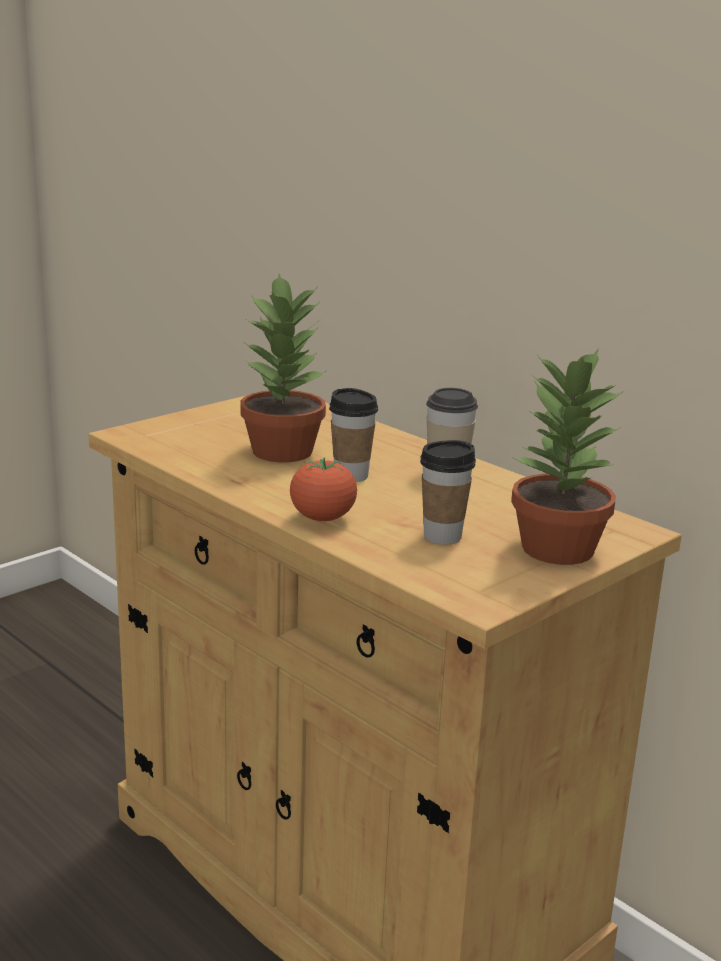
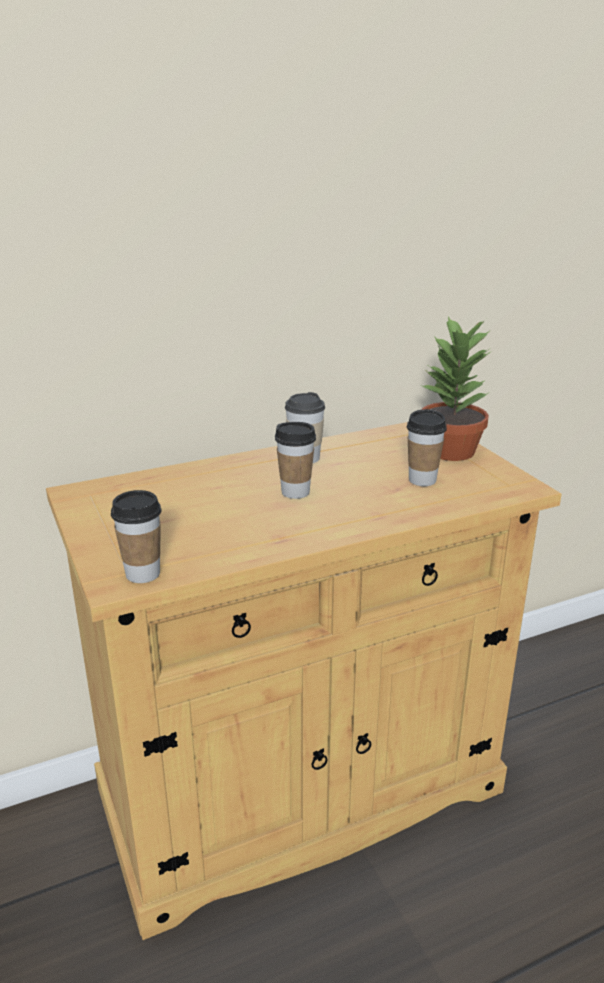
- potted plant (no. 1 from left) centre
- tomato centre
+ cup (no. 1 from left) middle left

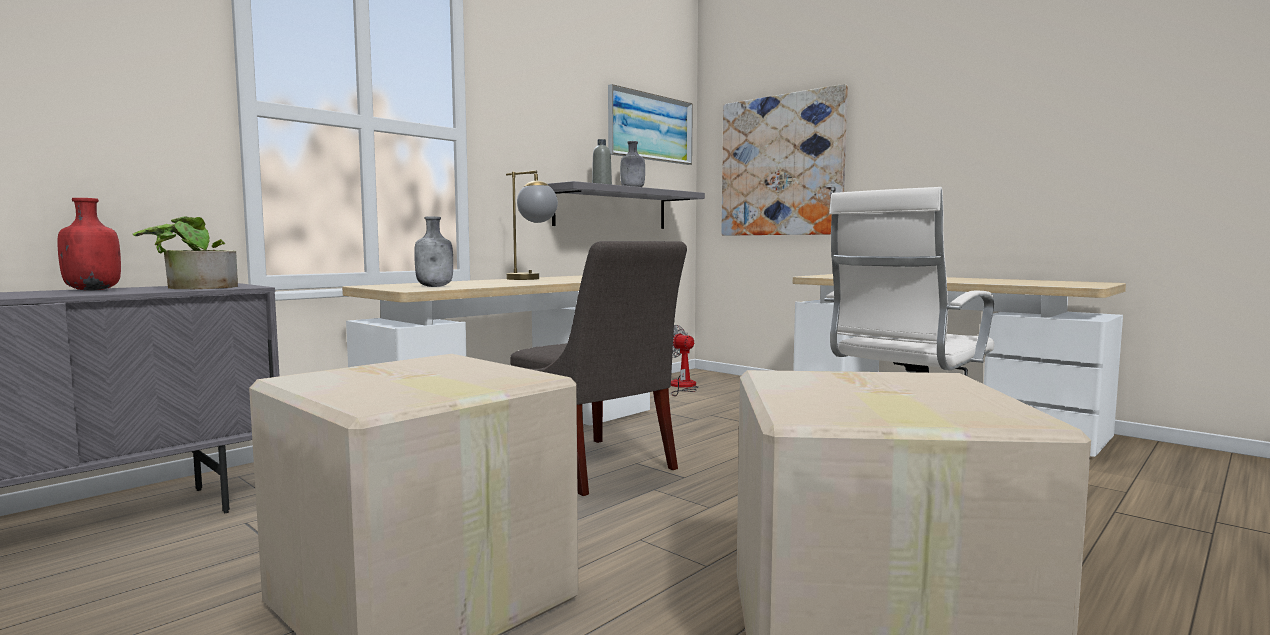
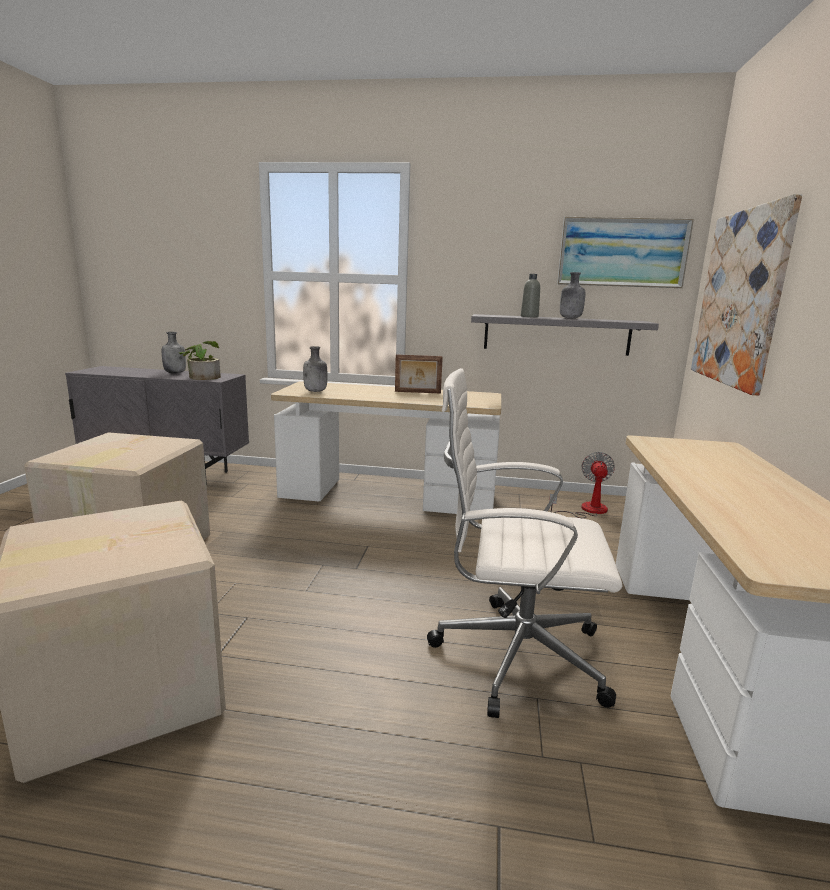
- chair (grey) centre
~ table lamp centre to picture frame centre
~ bottle (red) middle left to bottle (grey) (no. 1 from left) middle left

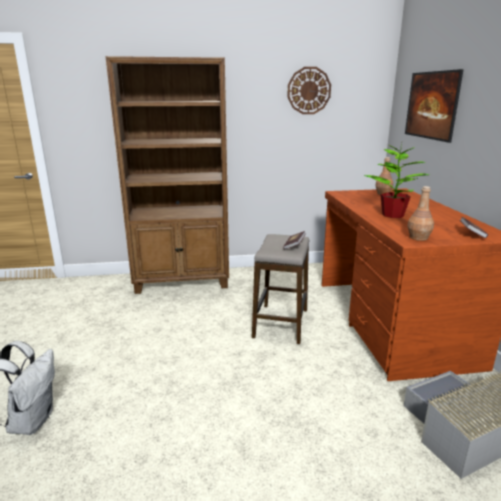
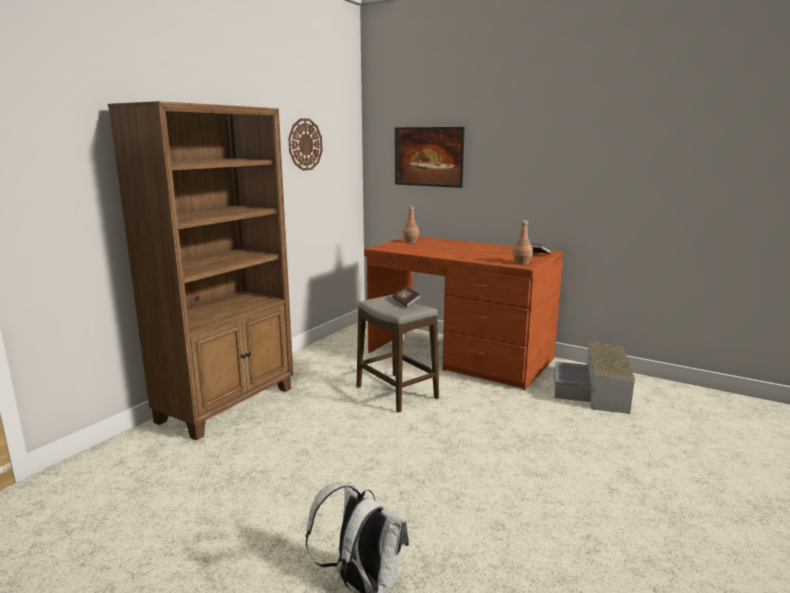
- potted plant middle right

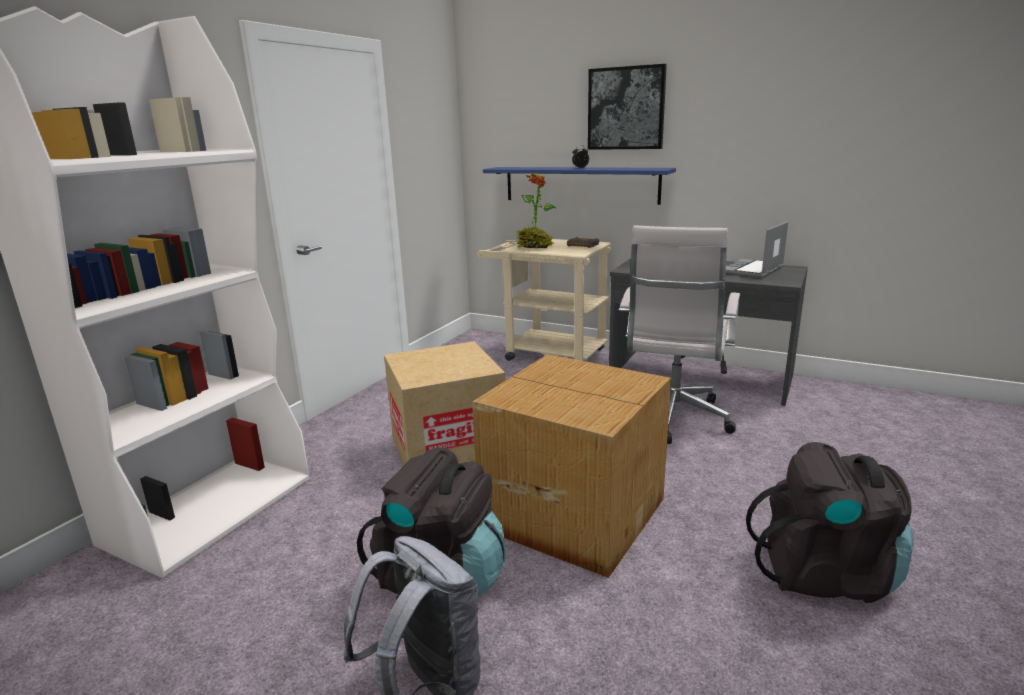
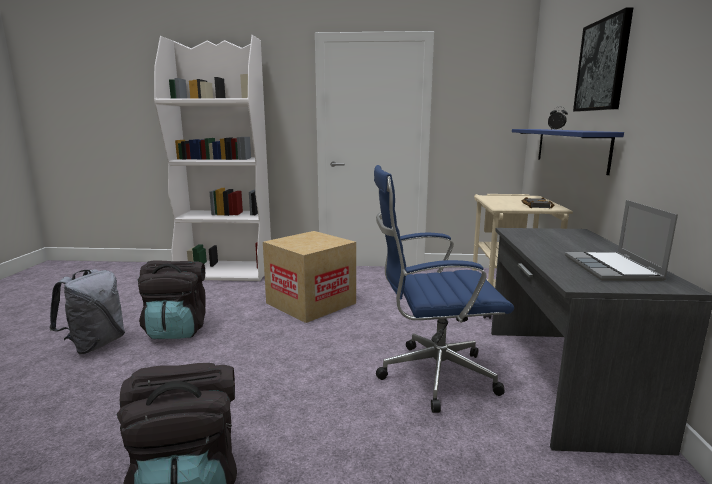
- cardboard box (no. 2 from left) bottom centre
- potted plant top centre
~ office chair (white) centre to office chair (blue) centre
~ laptop middle right = middle right 105 degrees counterclockwise

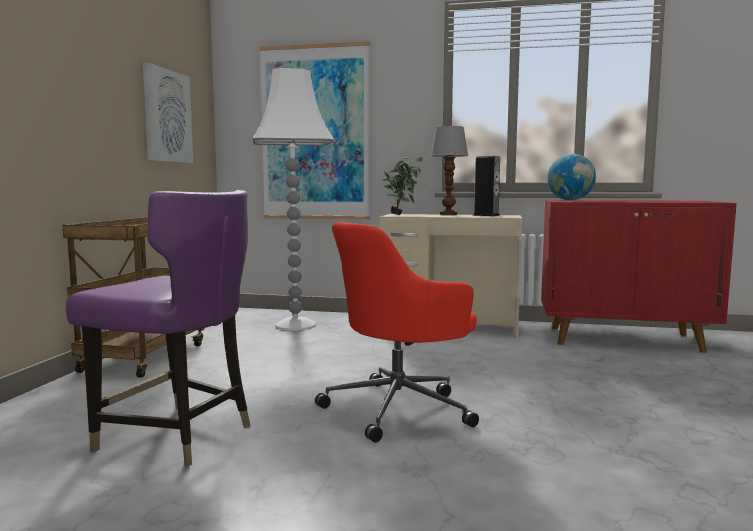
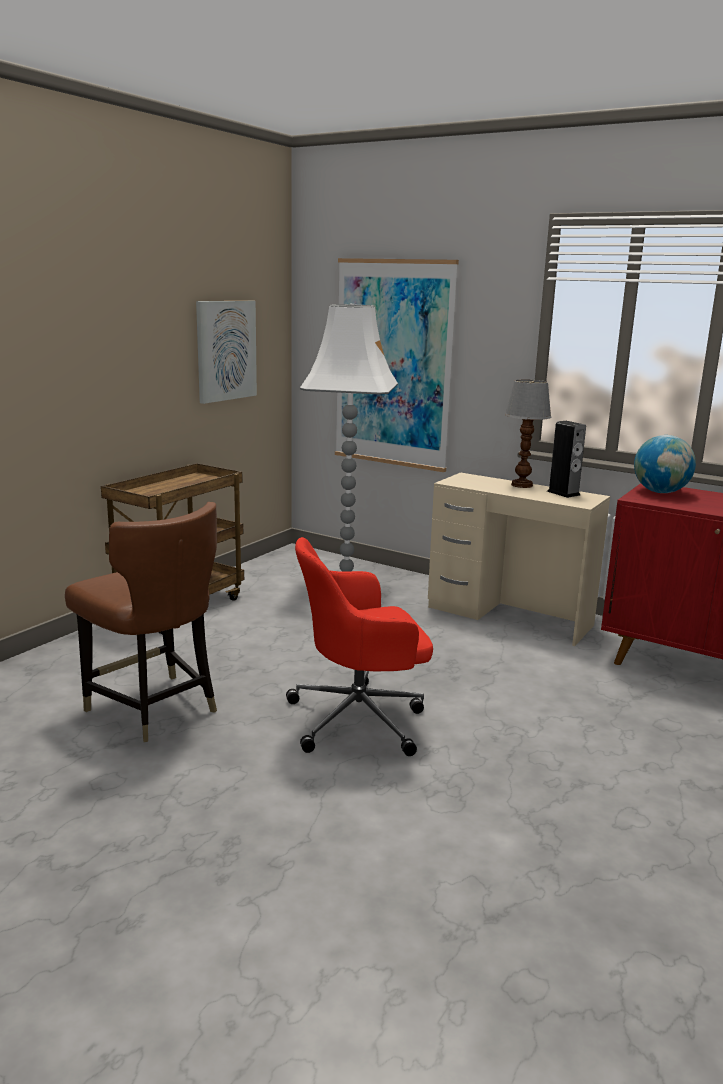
- potted plant centre
~ chair (purple) middle left to chair (brown) middle left

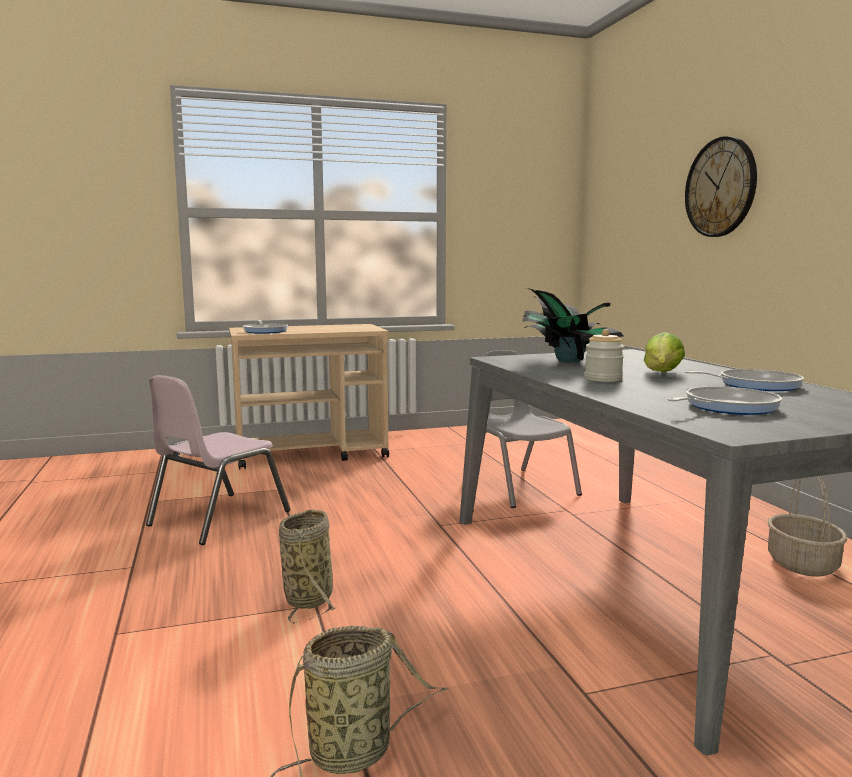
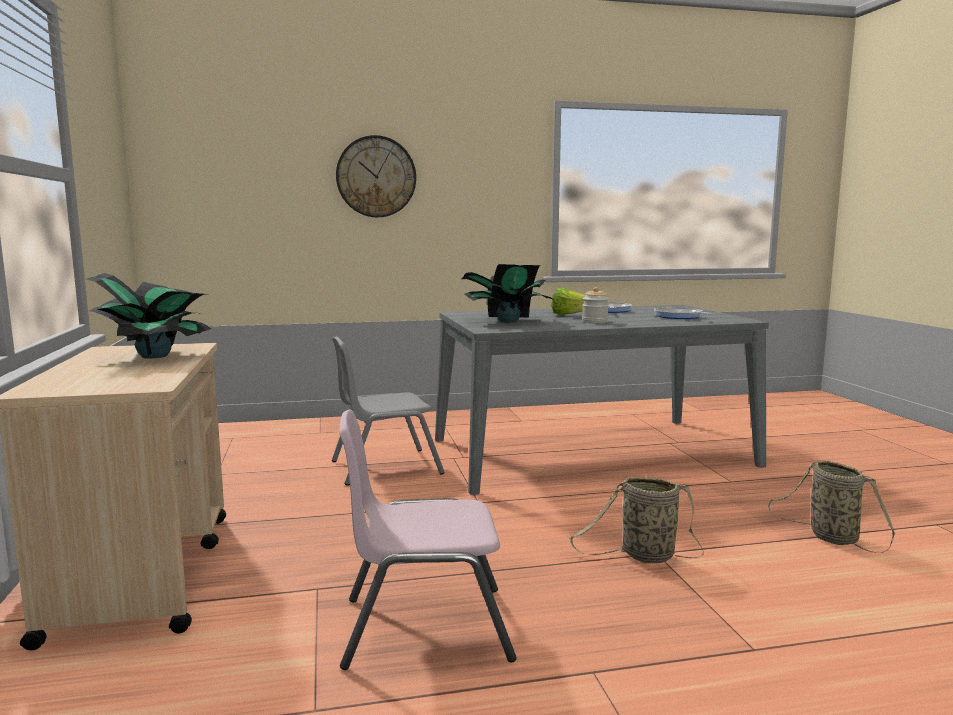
- frying pan (no. 1 from left) middle left
- basket (no. 3 from left) bottom right
+ potted plant (no. 1 from left) middle left
~ chair (pink) middle left = bottom centre 135 degrees clockwise

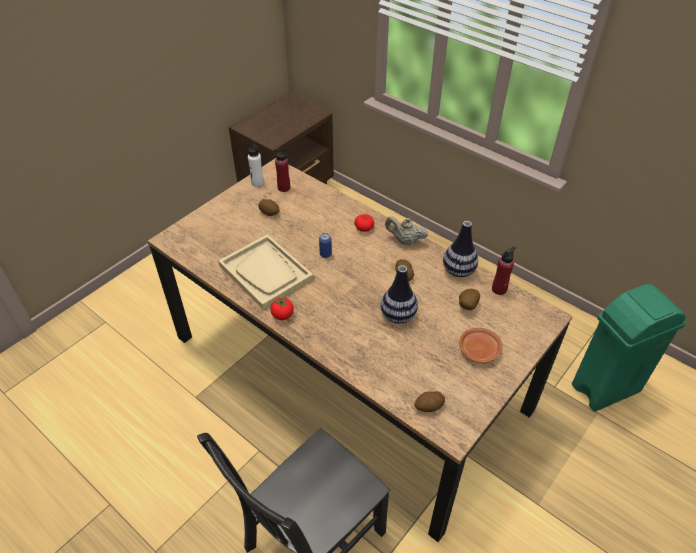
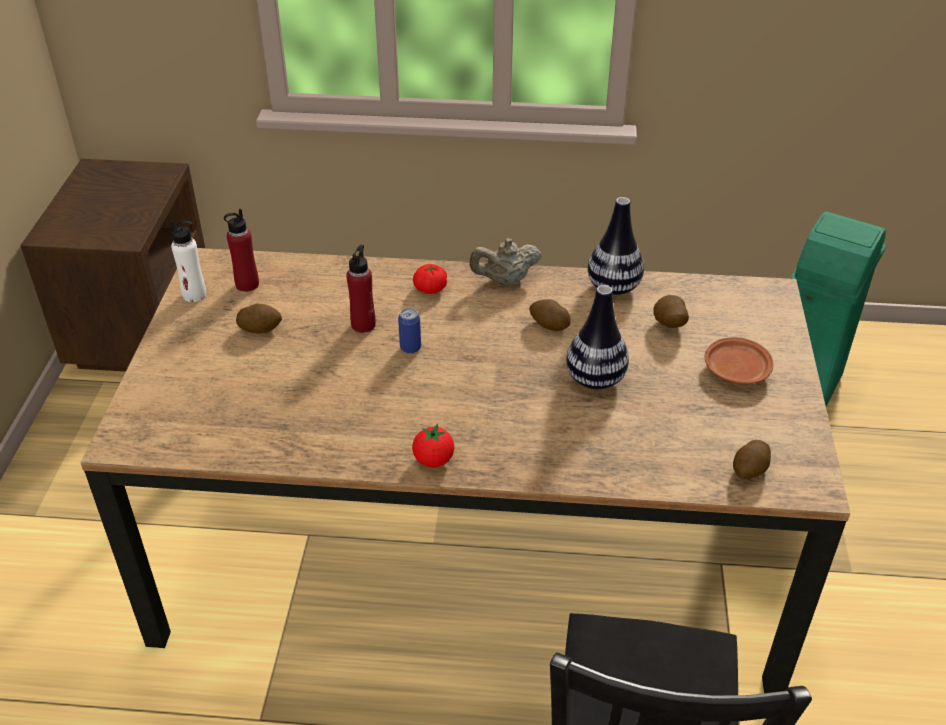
- tray (beige) centre
~ bottle (red) (no. 2 from left) middle right to centre

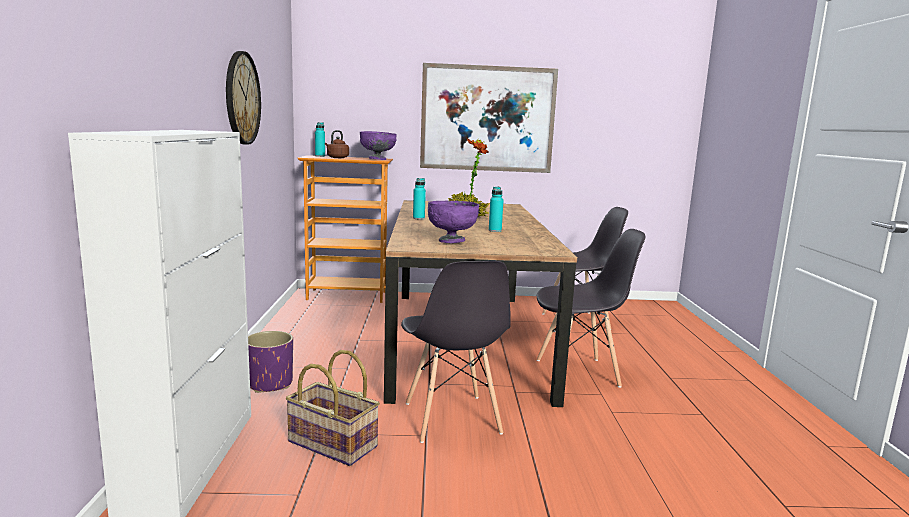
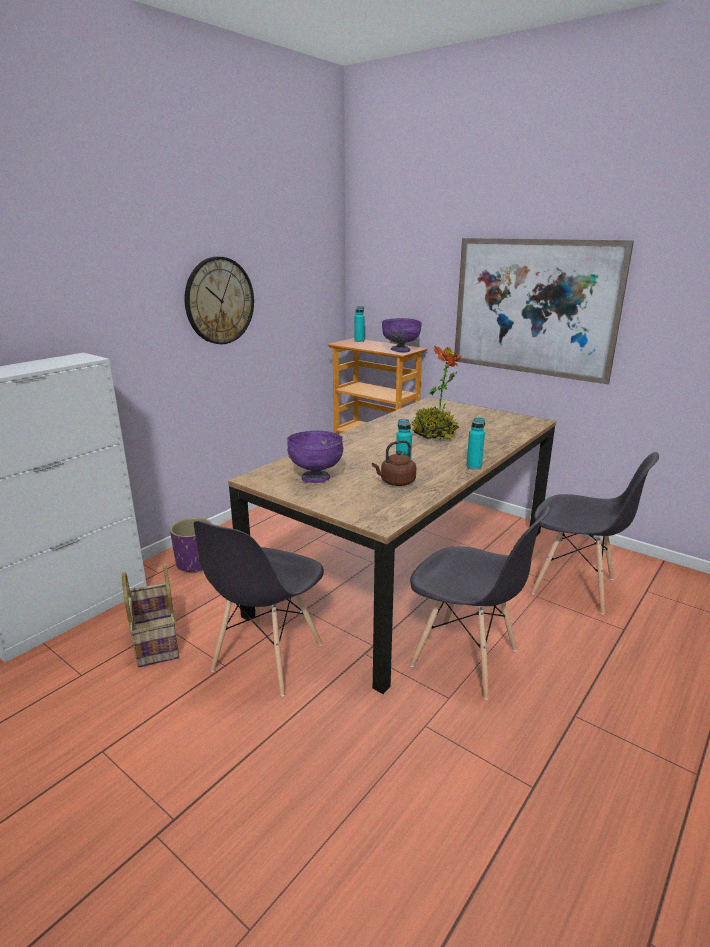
~ kettle (brown) top centre to centre
~ bottle (turquoise) (no. 2 from left in the first image) centre to bottle (turquoise) (no. 3 from left) middle right

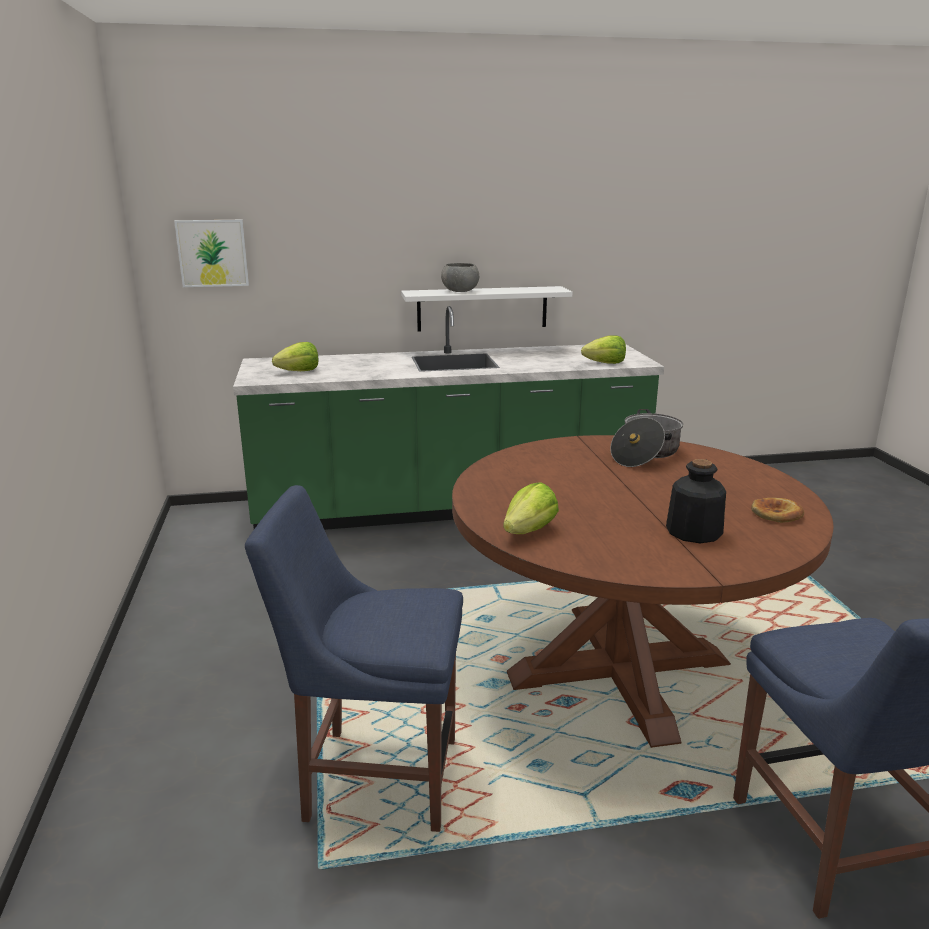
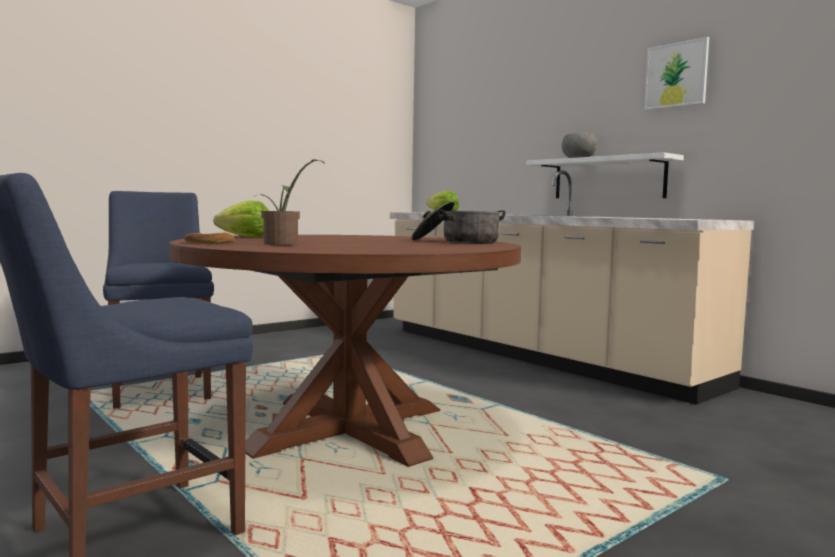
- lettuce (no. 3 from left) centre
~ picture top left to top right
~ bread middle right to middle left
~ bottle middle right to potted plant centre
~ counter (green) centre to counter (beige) middle right

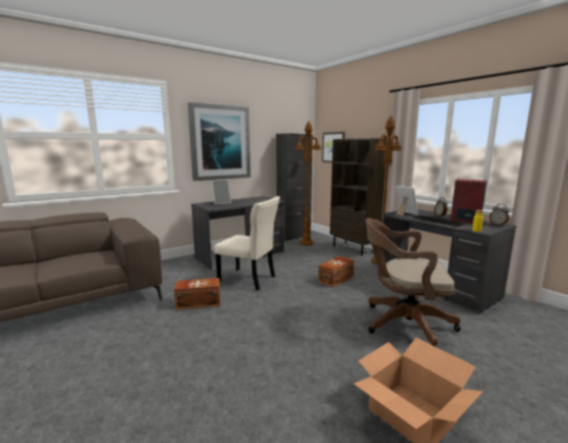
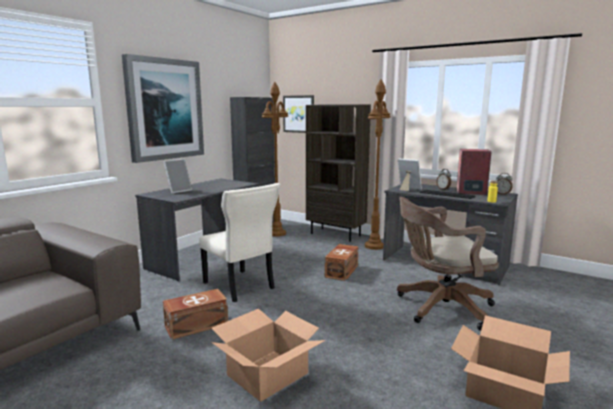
+ cardboard box (no. 1 from left) bottom centre
~ chair (beige) centre = centre 45 degrees clockwise

